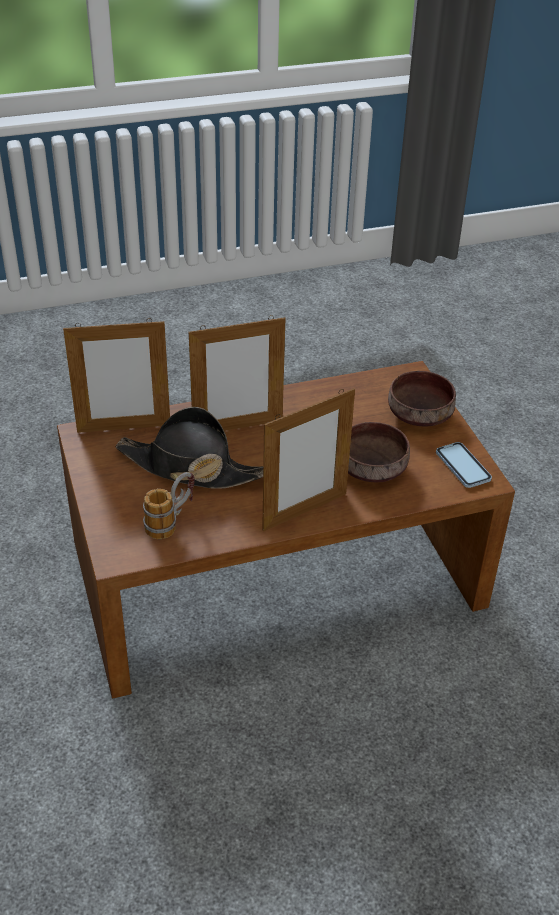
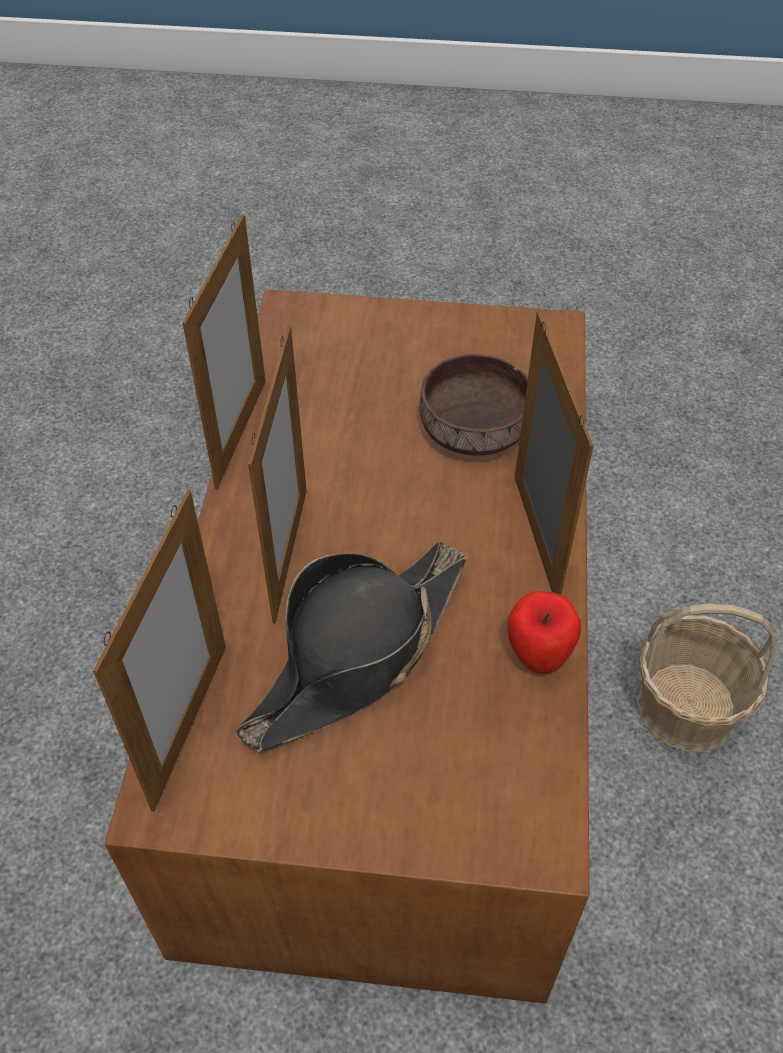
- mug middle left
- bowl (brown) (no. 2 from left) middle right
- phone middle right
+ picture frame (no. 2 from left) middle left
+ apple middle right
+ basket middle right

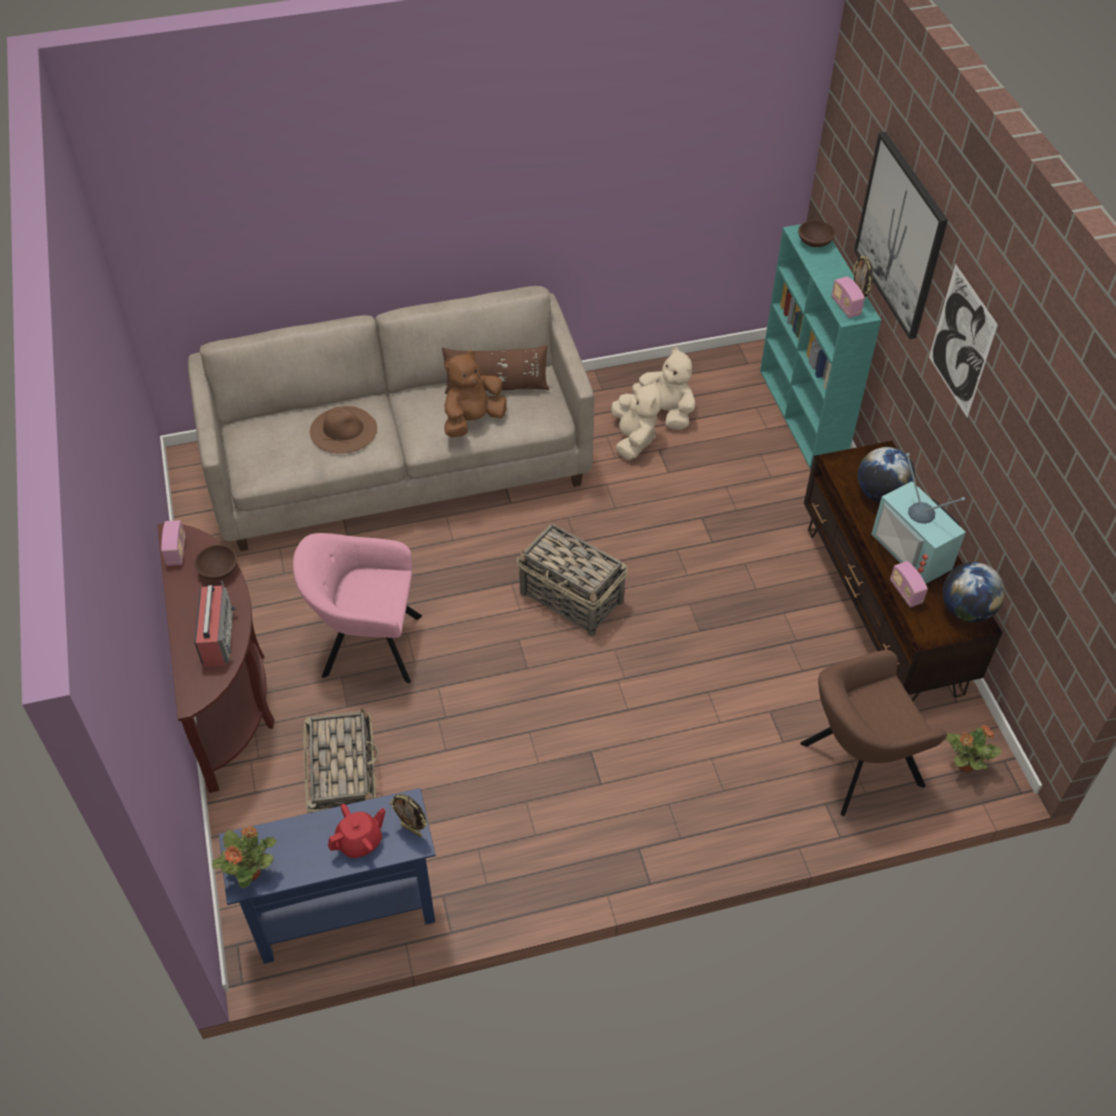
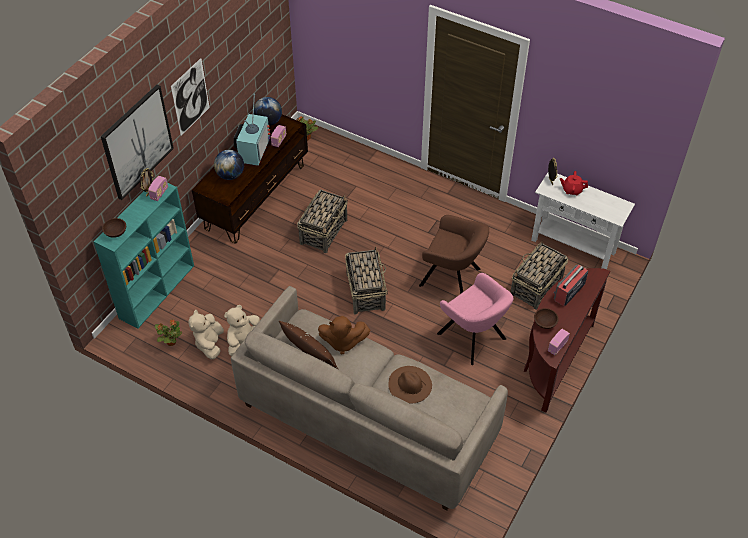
+ basket (no. 1 from left) centre
~ potted plant (no. 1 from left) bottom left to middle left
~ armchair (brown) middle right to centre
~ console table (blue) bottom left to console table (white) middle right

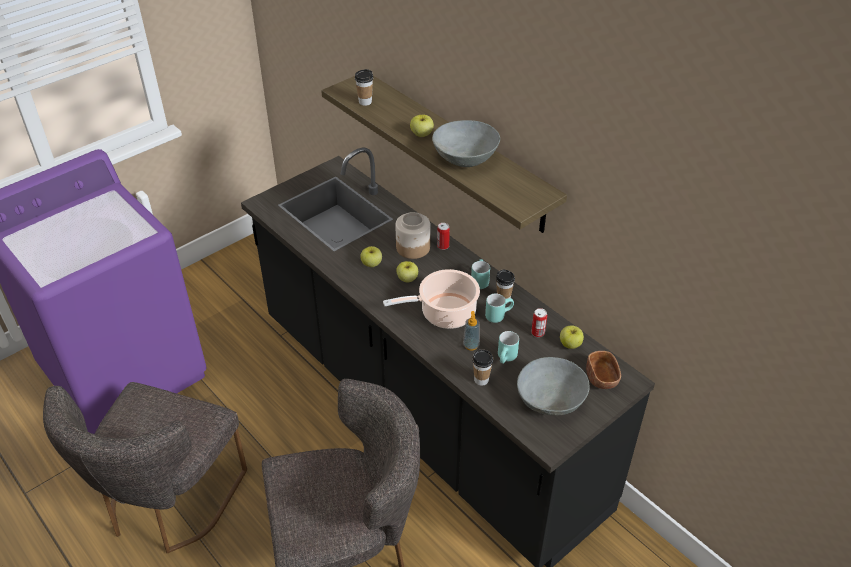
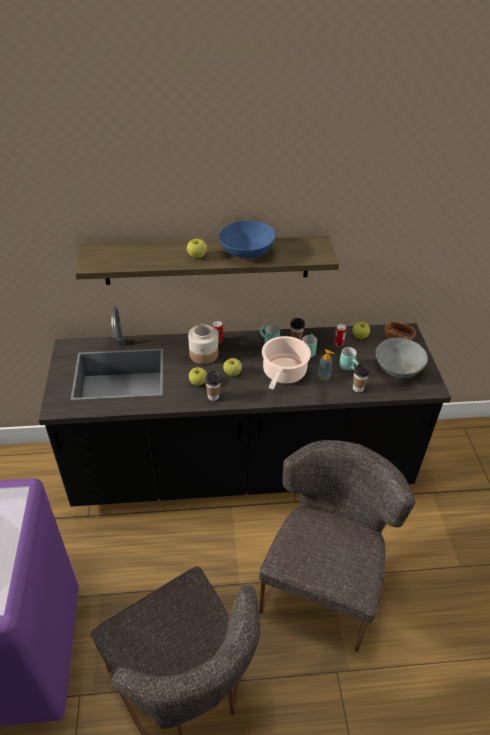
~ cup (no. 1 from left) top centre to centre
~ bowl (grey) (no. 1 from left) top centre to bowl (blue) top centre

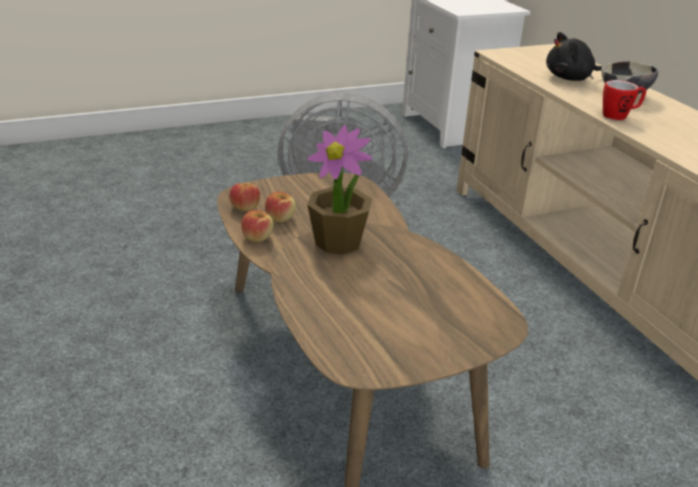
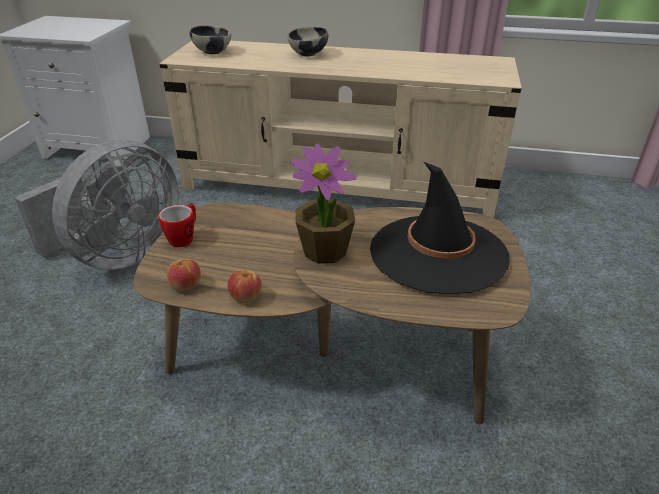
- apple (no. 3 from left) centre
- plush toy (black) top right
+ bowl (no. 1 from left) top left
+ hat (black) middle right
~ mug top right to middle left

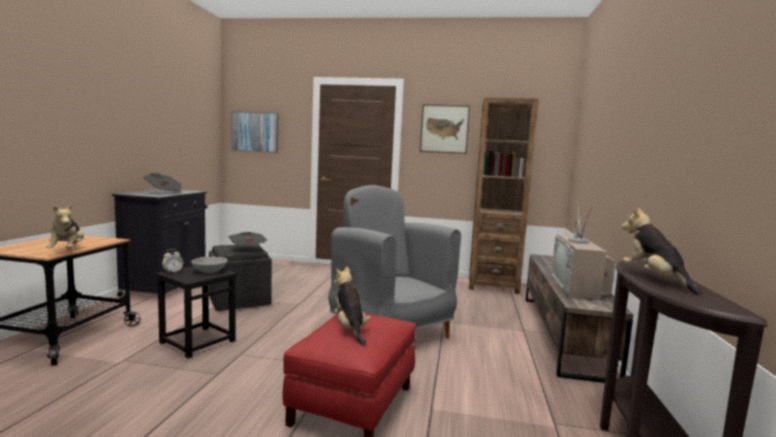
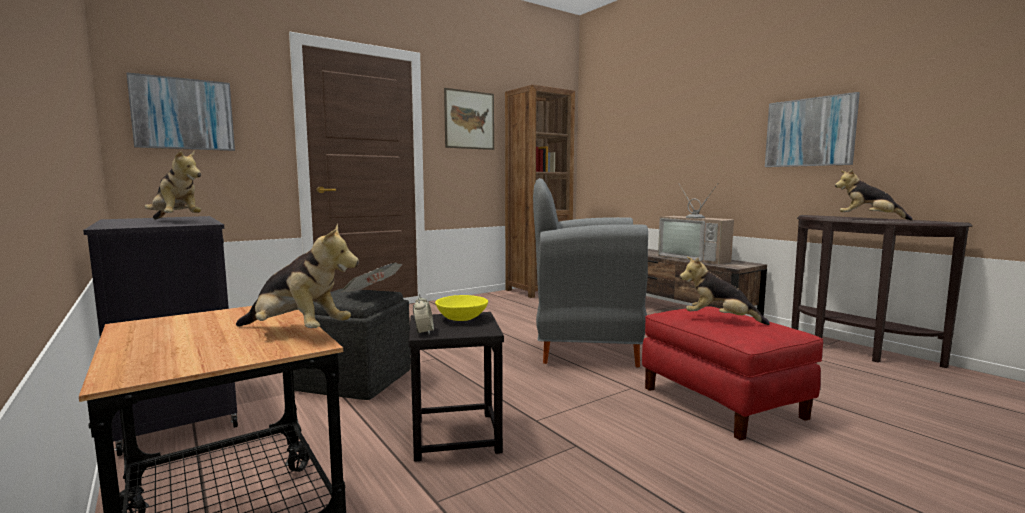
+ picture (no. 3 from left) top right
~ newspaper (no. 1 from left) middle left to plush toy (no. 1 from left) middle left
~ bowl (grey) middle left to bowl (yellow) centre

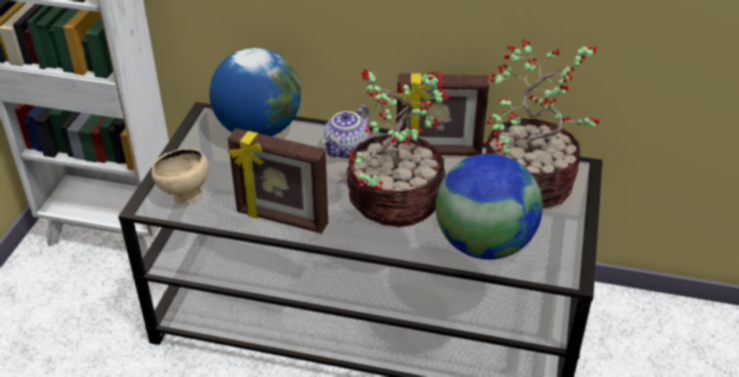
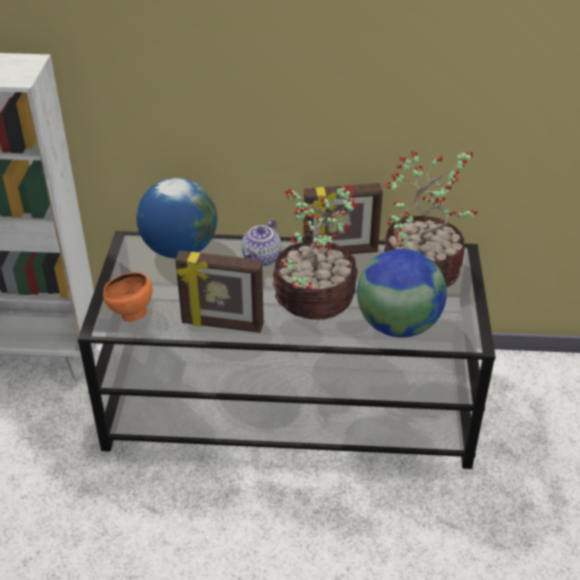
~ bowl (beige) middle left to bowl (orange) middle left

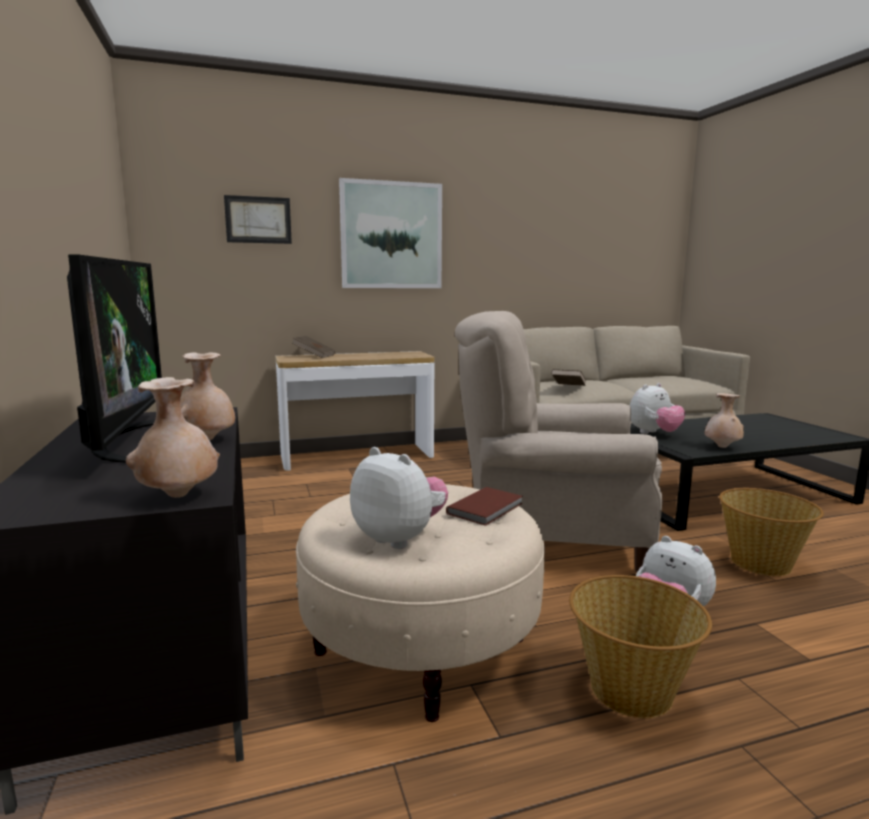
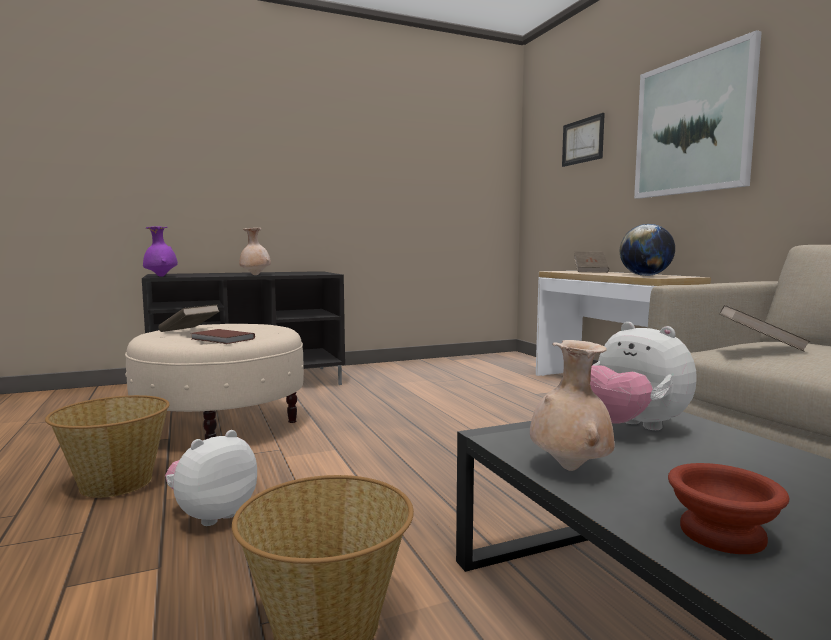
- television middle left
- armchair (beige) centre
+ globe middle right
+ bowl (brown) bottom right
~ plush toy (no. 1 from left) centre to book (brown) (no. 1 from left) middle left
~ vase (beige) (no. 1 from left) middle left to vase (purple) middle left

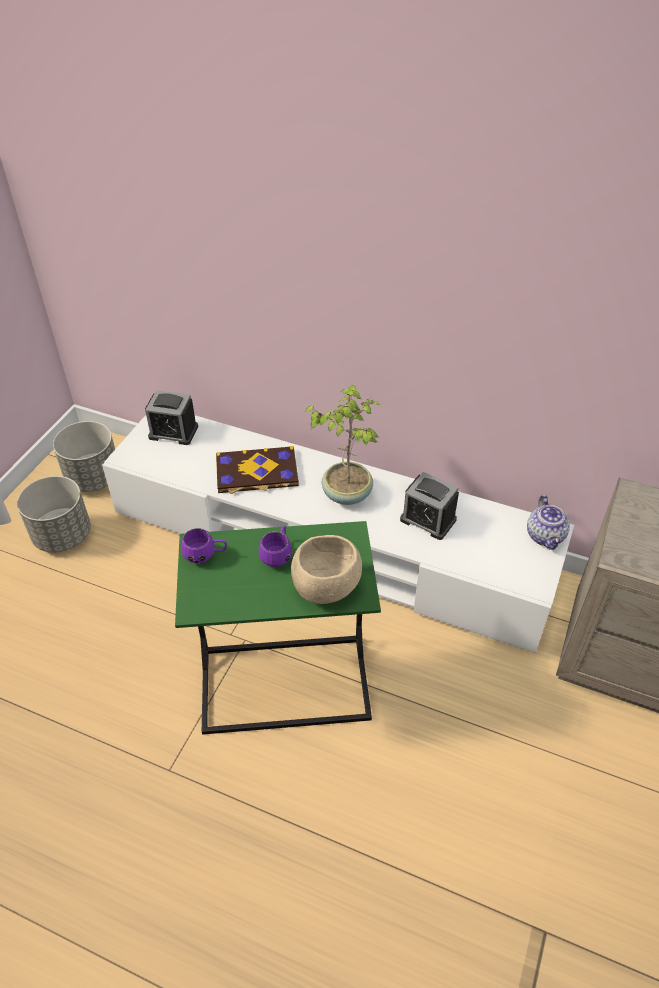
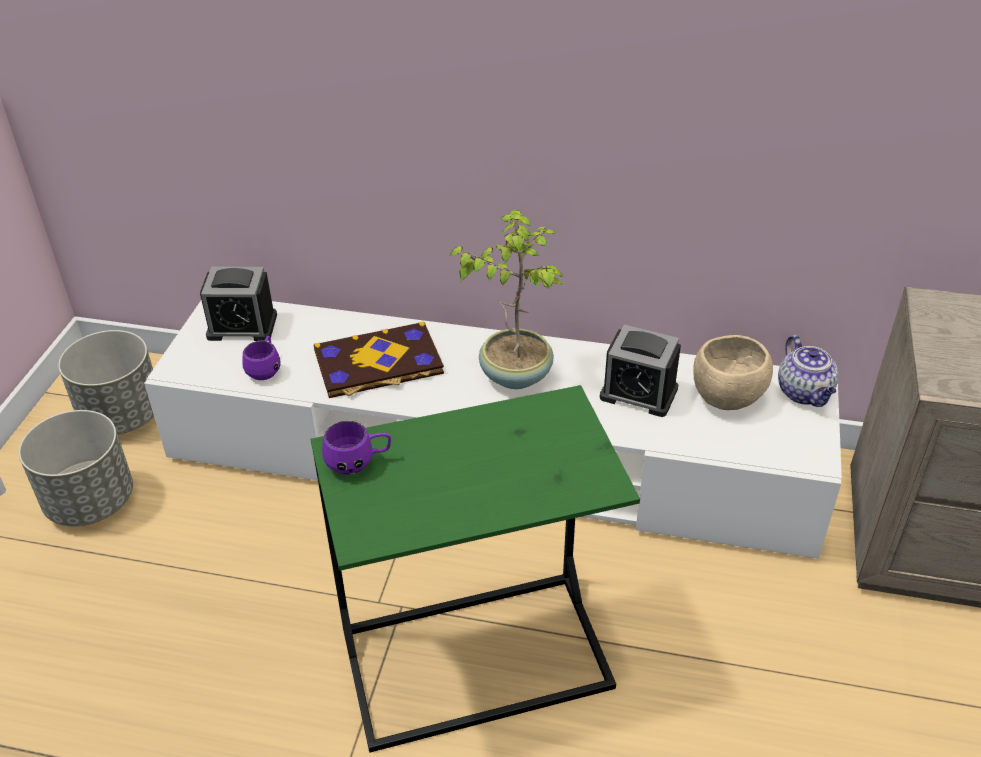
~ mug (purple) (no. 2 from left in the first image) centre to mug (purple) (no. 1 from left) middle left
~ bowl (beige) centre to middle right

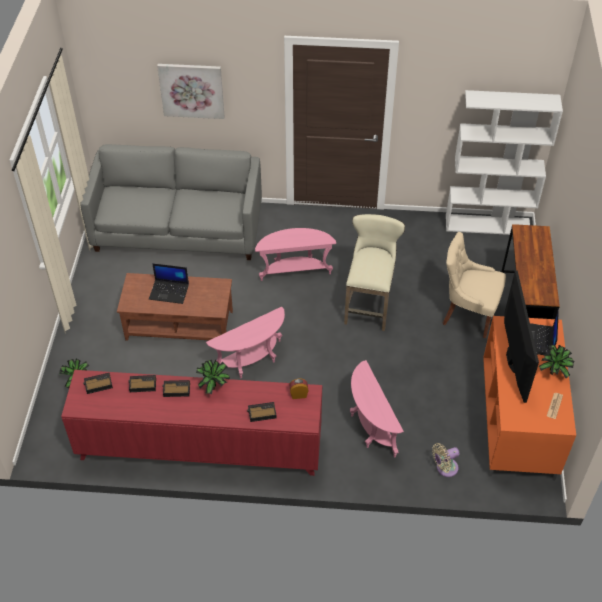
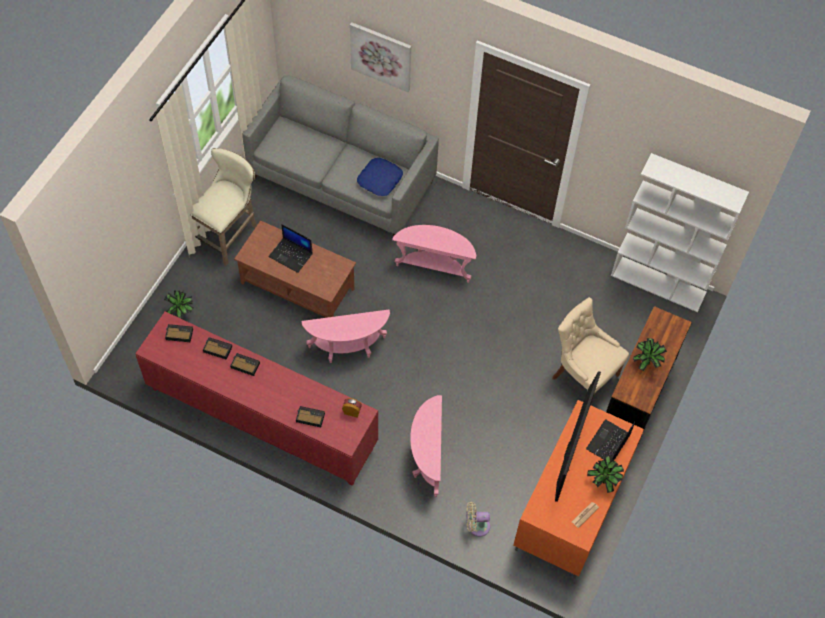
+ pillow (blue) top centre
~ potted plant (no. 2 from left in the first image) centre to potted plant (no. 3 from left) middle right
~ stool (beige) centre to middle left

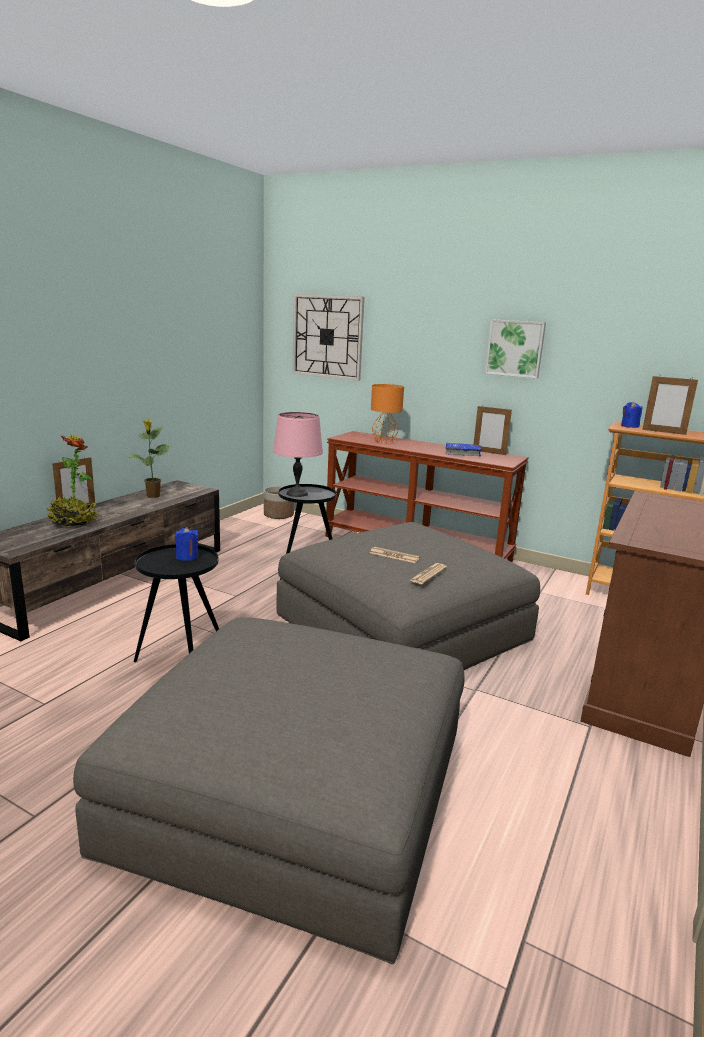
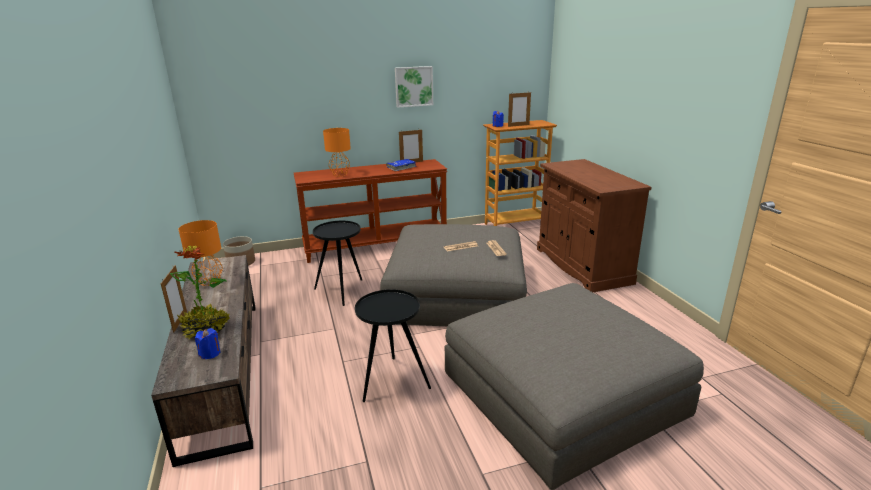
- table lamp (pink) centre
- wall clock top centre
~ candle (blue) (no. 1 from left) middle left to bottom left
~ potted plant (no. 2 from left) middle left to table lamp (orange) (no. 1 from left) middle left

